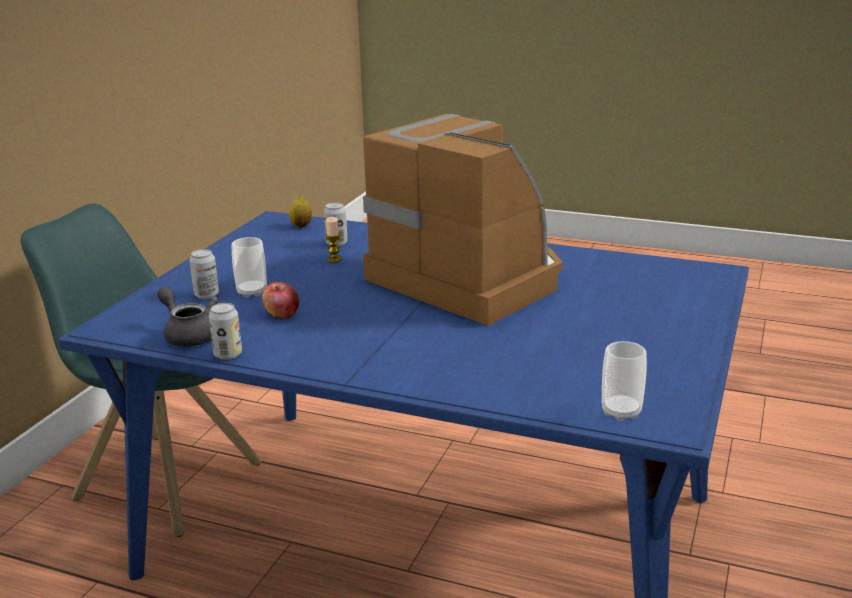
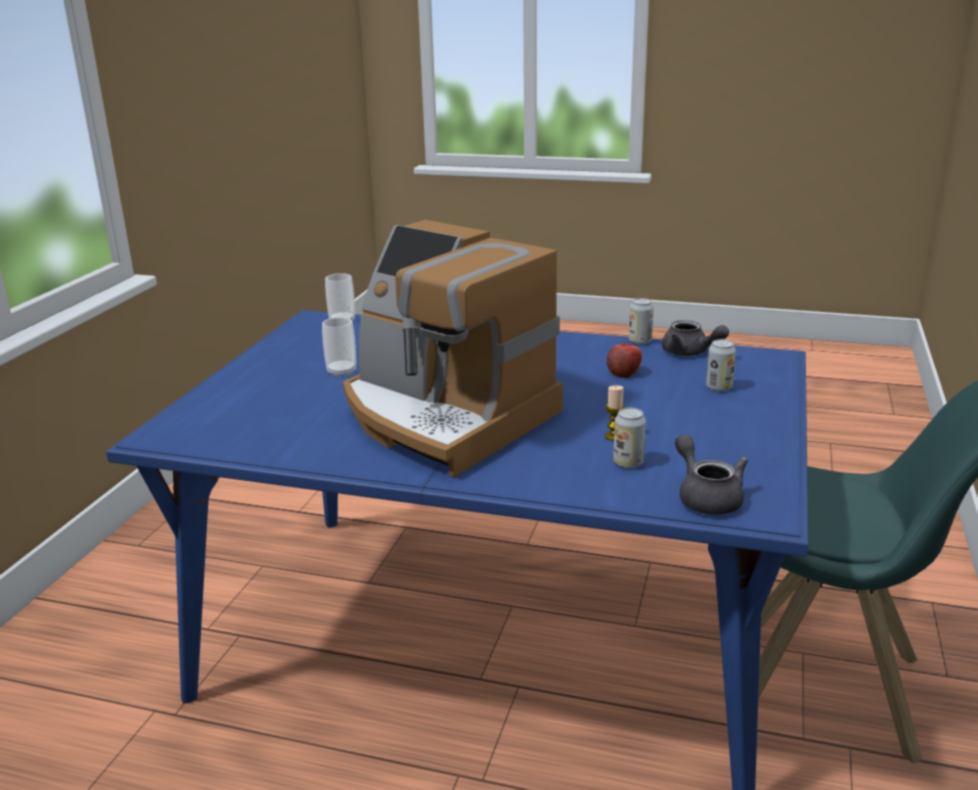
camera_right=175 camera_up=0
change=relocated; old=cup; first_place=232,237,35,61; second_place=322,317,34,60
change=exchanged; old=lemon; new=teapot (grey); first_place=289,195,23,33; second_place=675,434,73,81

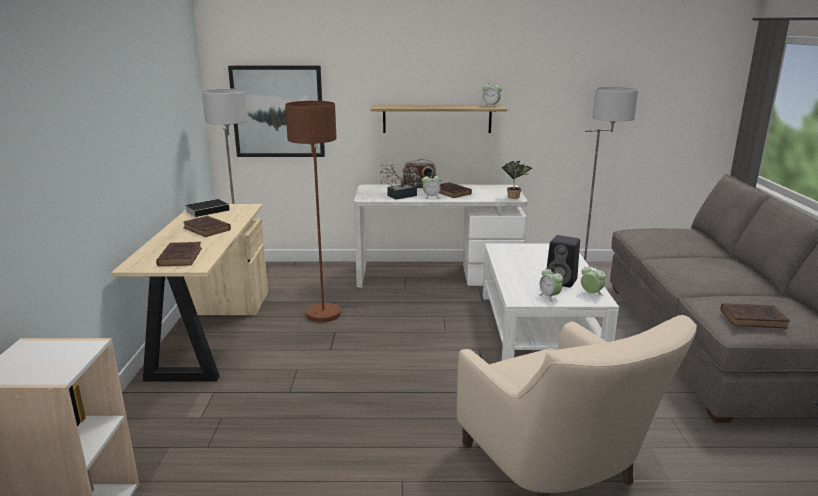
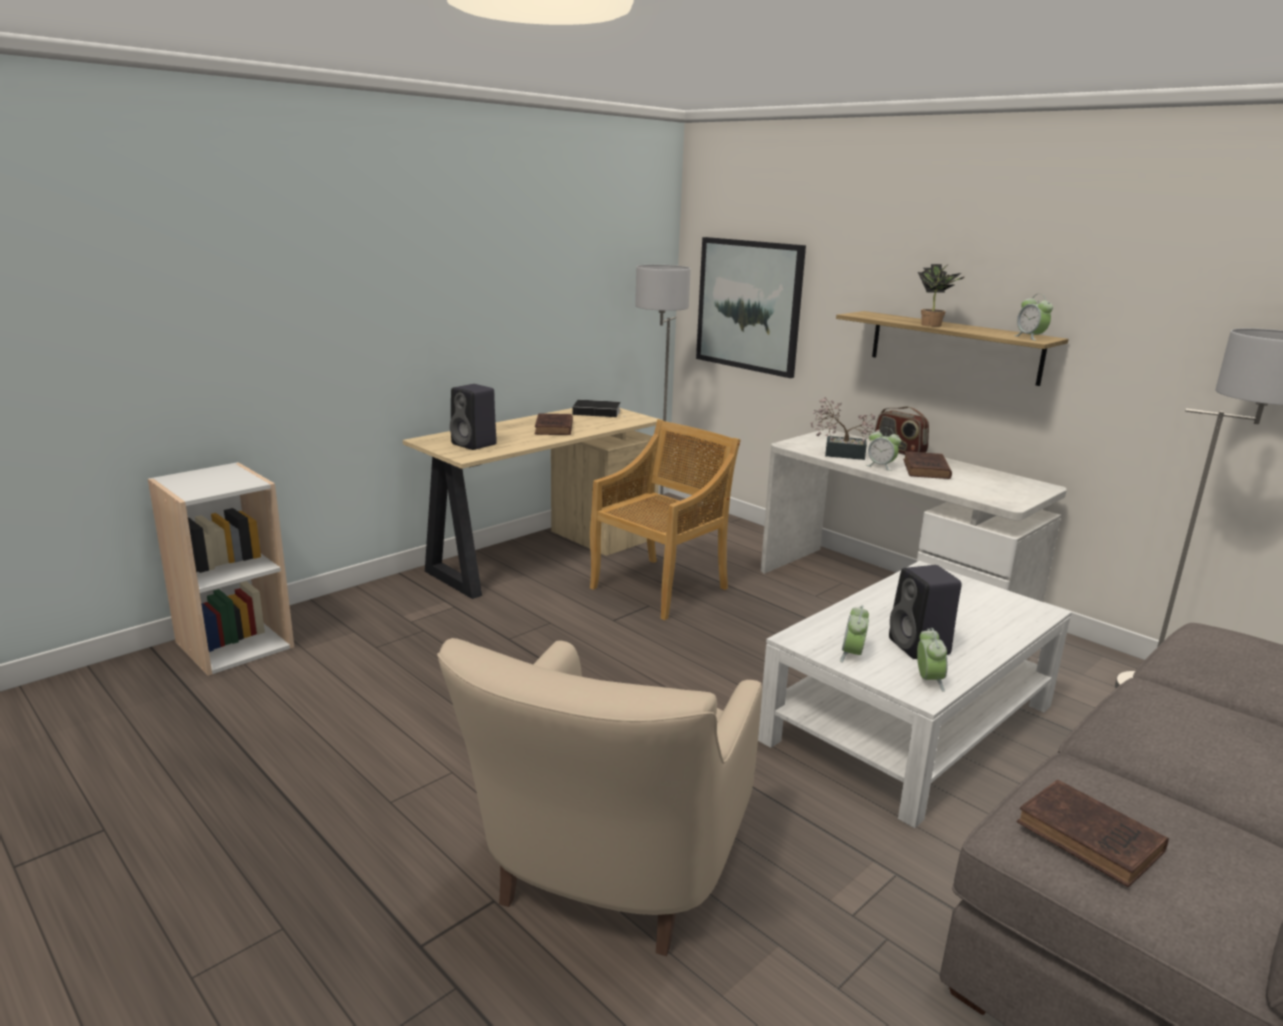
camera_right=45 camera_up=0
change=relocated; old=potted plant; first_place=501,161,31,38; second_place=918,264,46,63
change=exchanged; old=book (brown); new=speaker (black); first_place=156,242,46,25; second_place=450,384,47,66
change=exchanged; old=floor lamp (brown); new=chair (beige); first_place=285,101,56,221; second_place=590,419,151,201

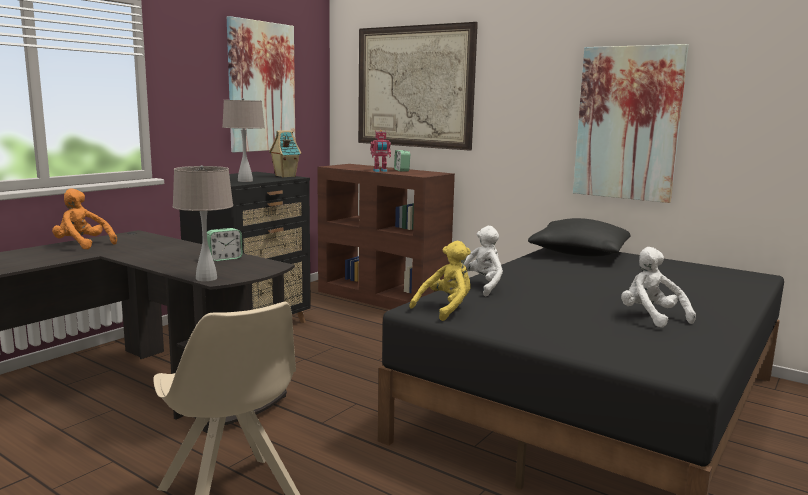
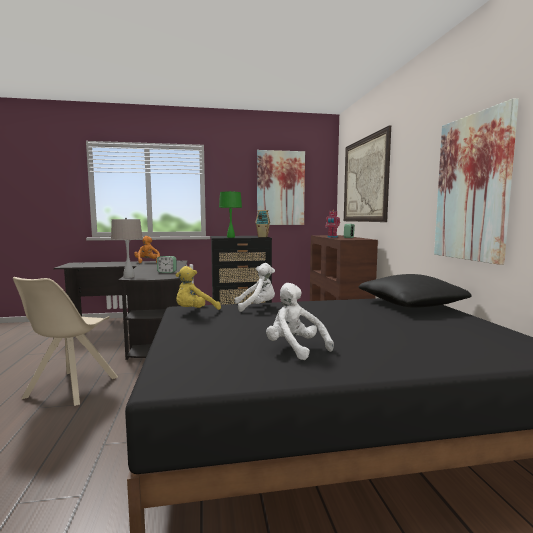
camera_right=45 camera_up=-5
change=colour; old=table lamp (beige); new=table lamp (green); first_place=222,98,43,84; second_place=219,191,23,47
change=spun; old=plush toy (yellow); first_place=409,241,62,80; second_place=175,266,46,44; degrees=135
change=spun; old=plush toy (white); first_place=621,247,75,81; second_place=266,283,68,77; degrees=-60

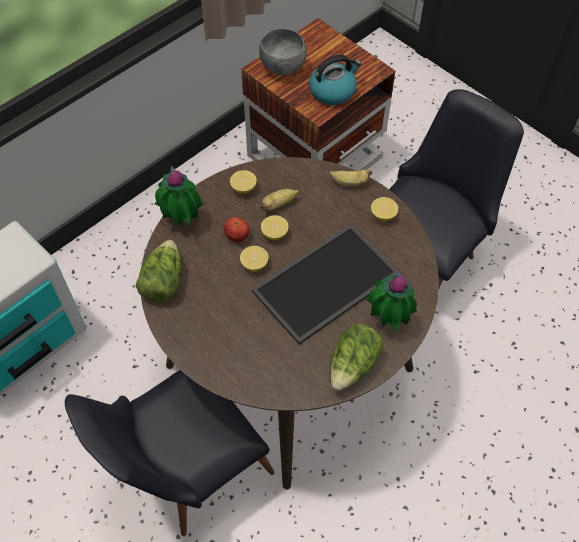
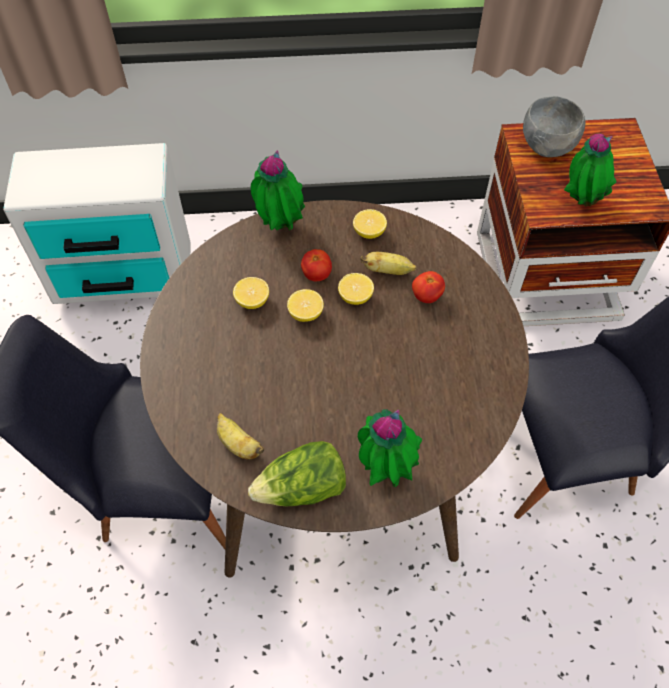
camera_right=40 camera_up=0
change=missing; old=lettuce; first_place=135,240,47,62
change=missing; old=tray; first_place=252,224,145,121
change=appeared; new=tomato; second_place=412,271,33,32
change=relocated; old=banana; first_place=329,170,43,17; second_place=217,413,47,46
change=relocated; old=lemon; first_place=371,197,27,25; second_place=233,277,36,32
change=exchanged; old=kettle; new=potted plant; first_place=309,54,52,51; second_place=564,133,52,73

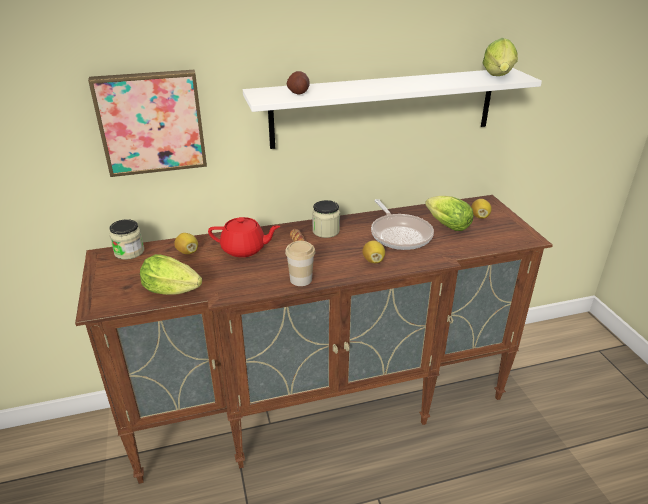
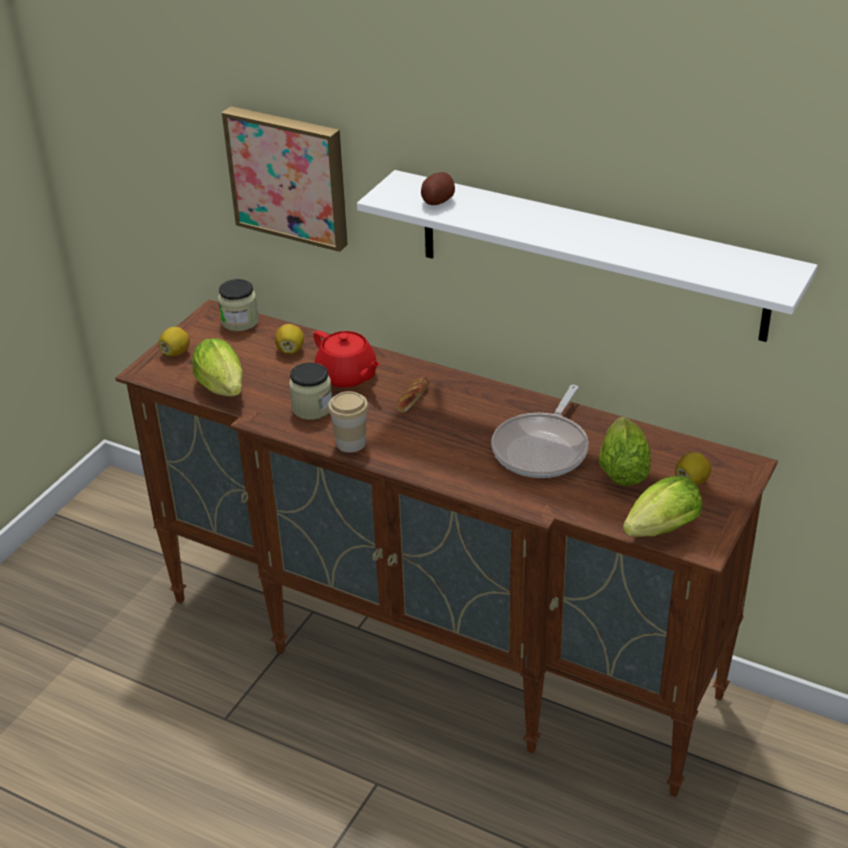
camera_right=45 camera_up=5
change=relocated; old=jar; first_place=312,200,28,38; second_place=289,363,43,57
change=relocated; old=lemon; first_place=362,241,23,22; second_place=159,327,31,30
change=relocated; old=lettuce; first_place=483,38,35,38; second_place=623,476,79,61

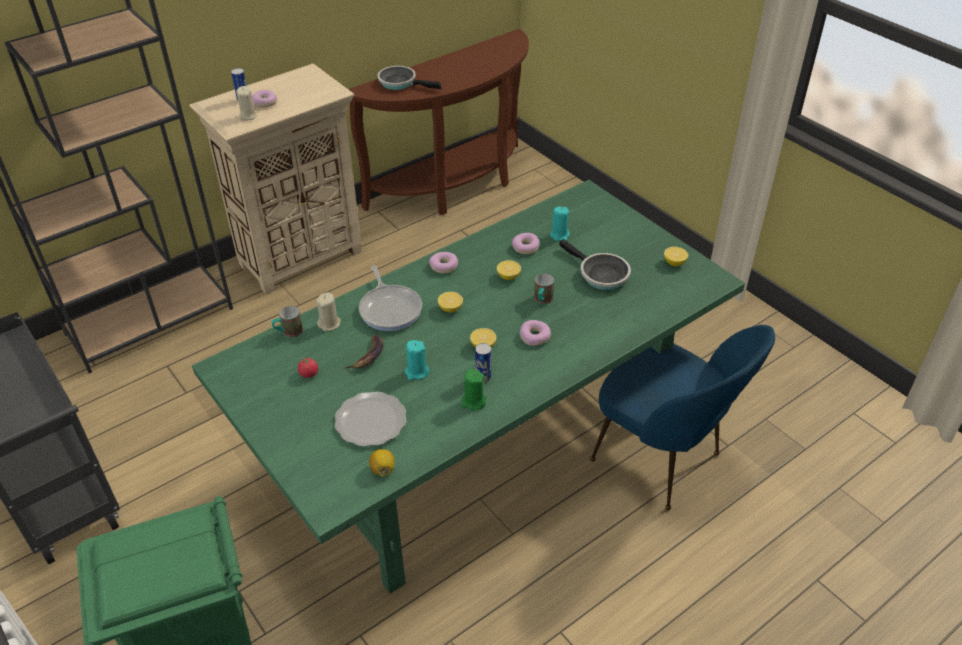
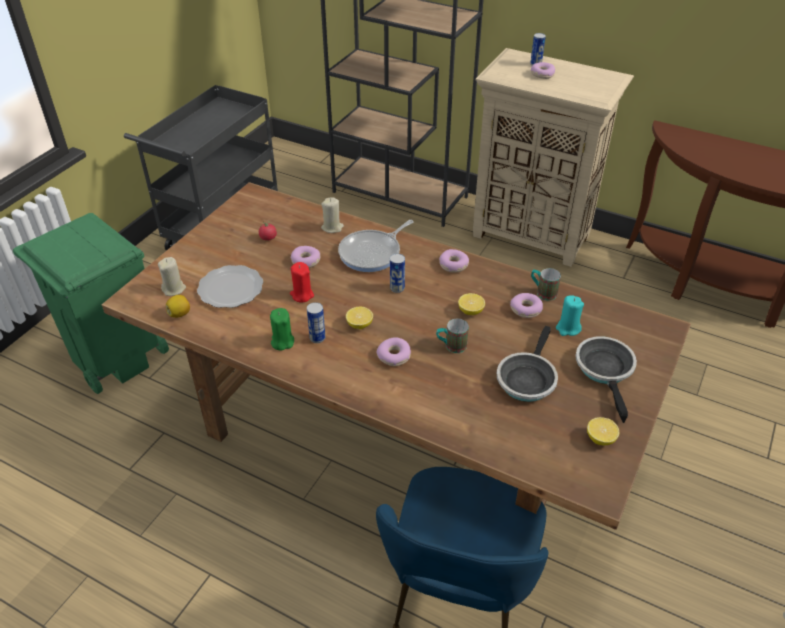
camera_right=65 camera_up=0
change=relocated; old=candle (beige); first_place=236,86,22,35; second_place=158,257,28,39
change=relocated; old=mug; first_place=271,306,32,32; second_place=531,268,30,33
change=relocated; old=frying pan; first_place=378,66,63,24; second_place=576,336,61,87
change=exchanged; old=banana; new=donut; first_place=344,335,39,34; second_place=291,246,29,22
change=exchanged; old=lemon; new=can; first_place=438,292,25,20; second_place=390,254,15,39
change=colour; old=dining table (green); new=dining table (brown); first_place=192,180,553,414; second_place=102,182,589,348
change=colour; old=candle (turquoise); new=candle (red); first_place=405,340,25,40; second_place=290,262,24,41

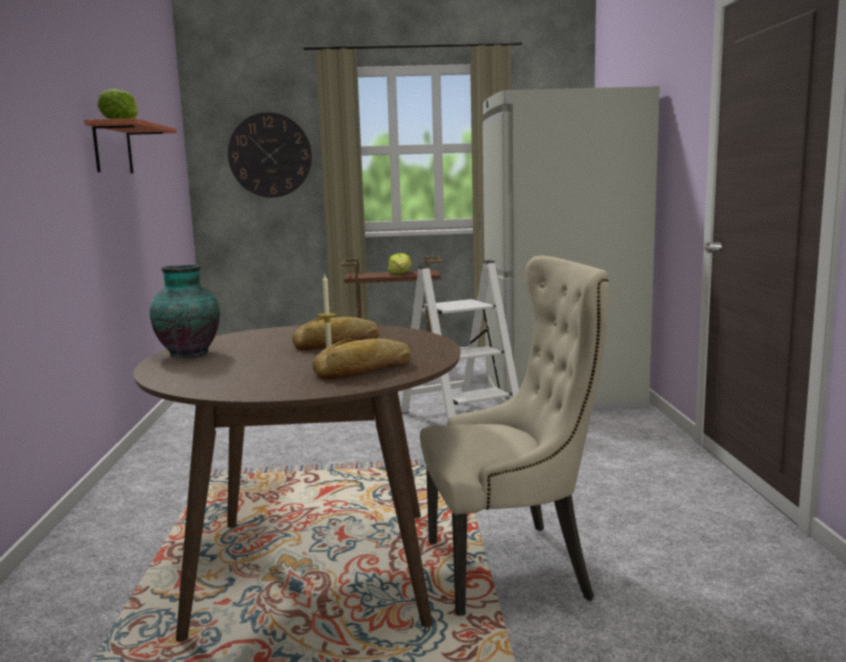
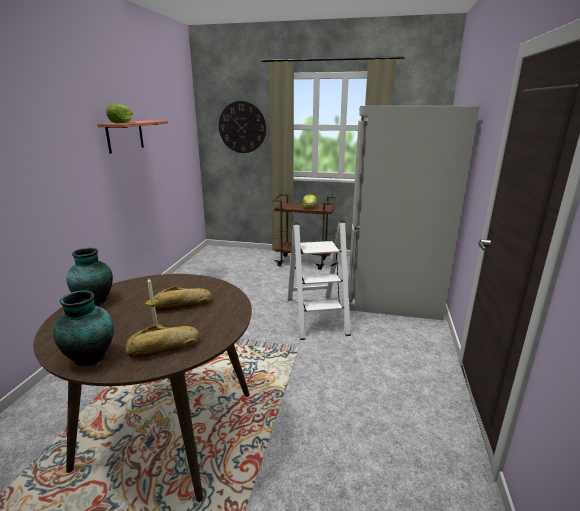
camera_right=15 camera_up=10
change=missing; old=chair (beige); first_place=420,256,189,360
change=appeared; new=vase; second_place=53,290,61,76

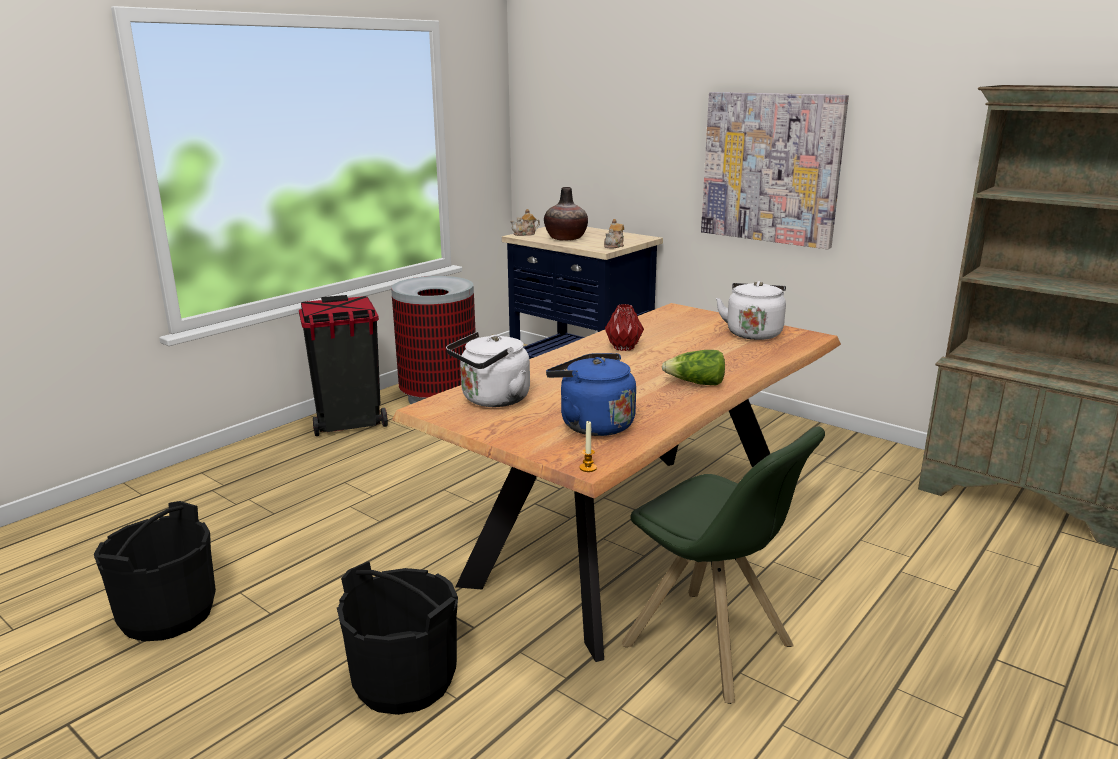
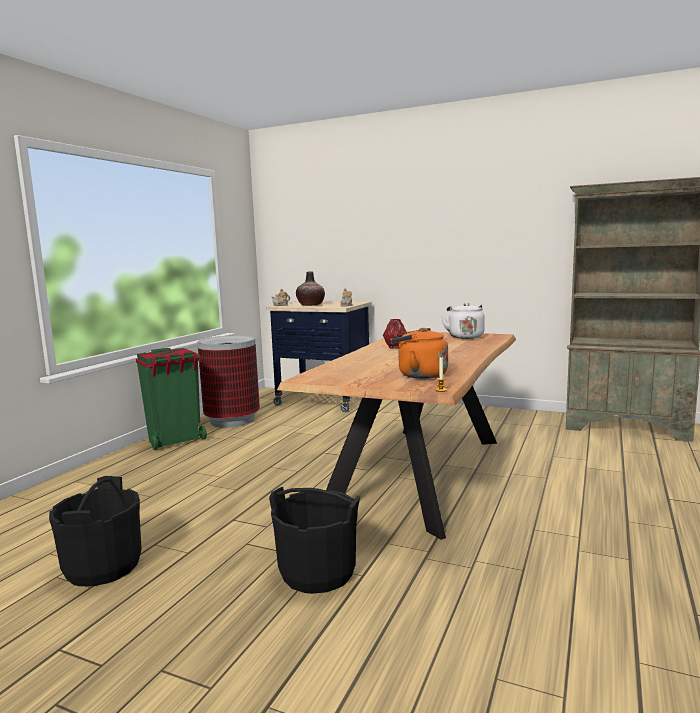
camera_right=-15 camera_up=-10
change=missing; old=kettle (white); first_place=446,332,84,75
change=missing; old=chair (green); first_place=622,426,203,278
change=missing; old=lettuce; first_place=662,350,63,35
change=missing; old=picture; first_place=701,92,148,157
change=colour; old=trash can (black); new=trash can (green); first_place=299,295,89,141; second_place=136,348,71,102
change=colour; old=kettle (blue); new=kettle (orange); first_place=546,353,90,83; second_place=390,328,58,51

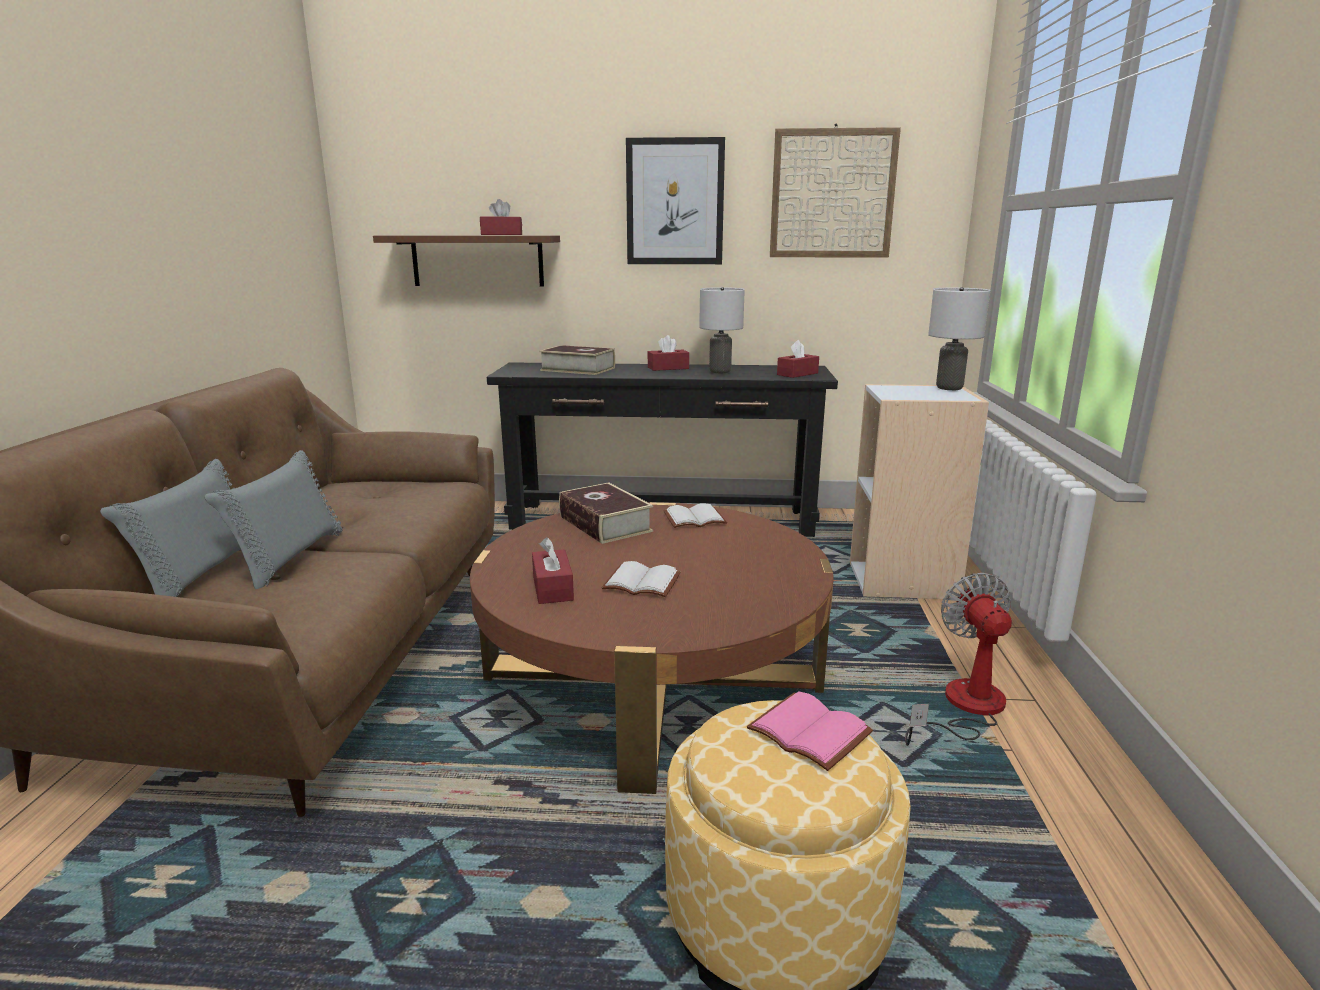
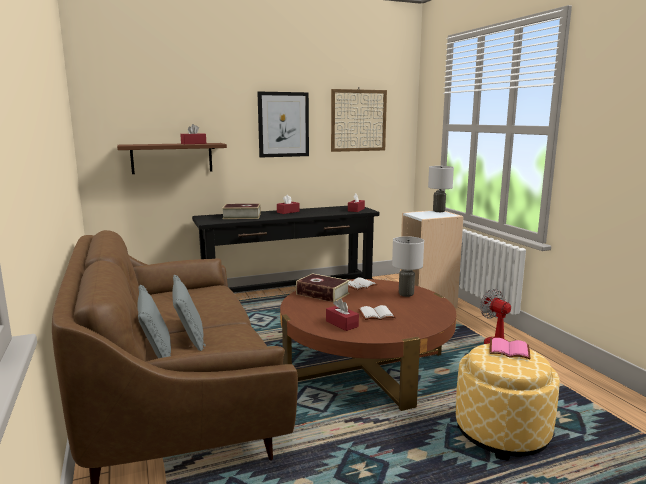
camera_right=-25 camera_up=-5
change=relocated; old=table lamp (white); first_place=699,287,46,87; second_place=392,236,32,61

